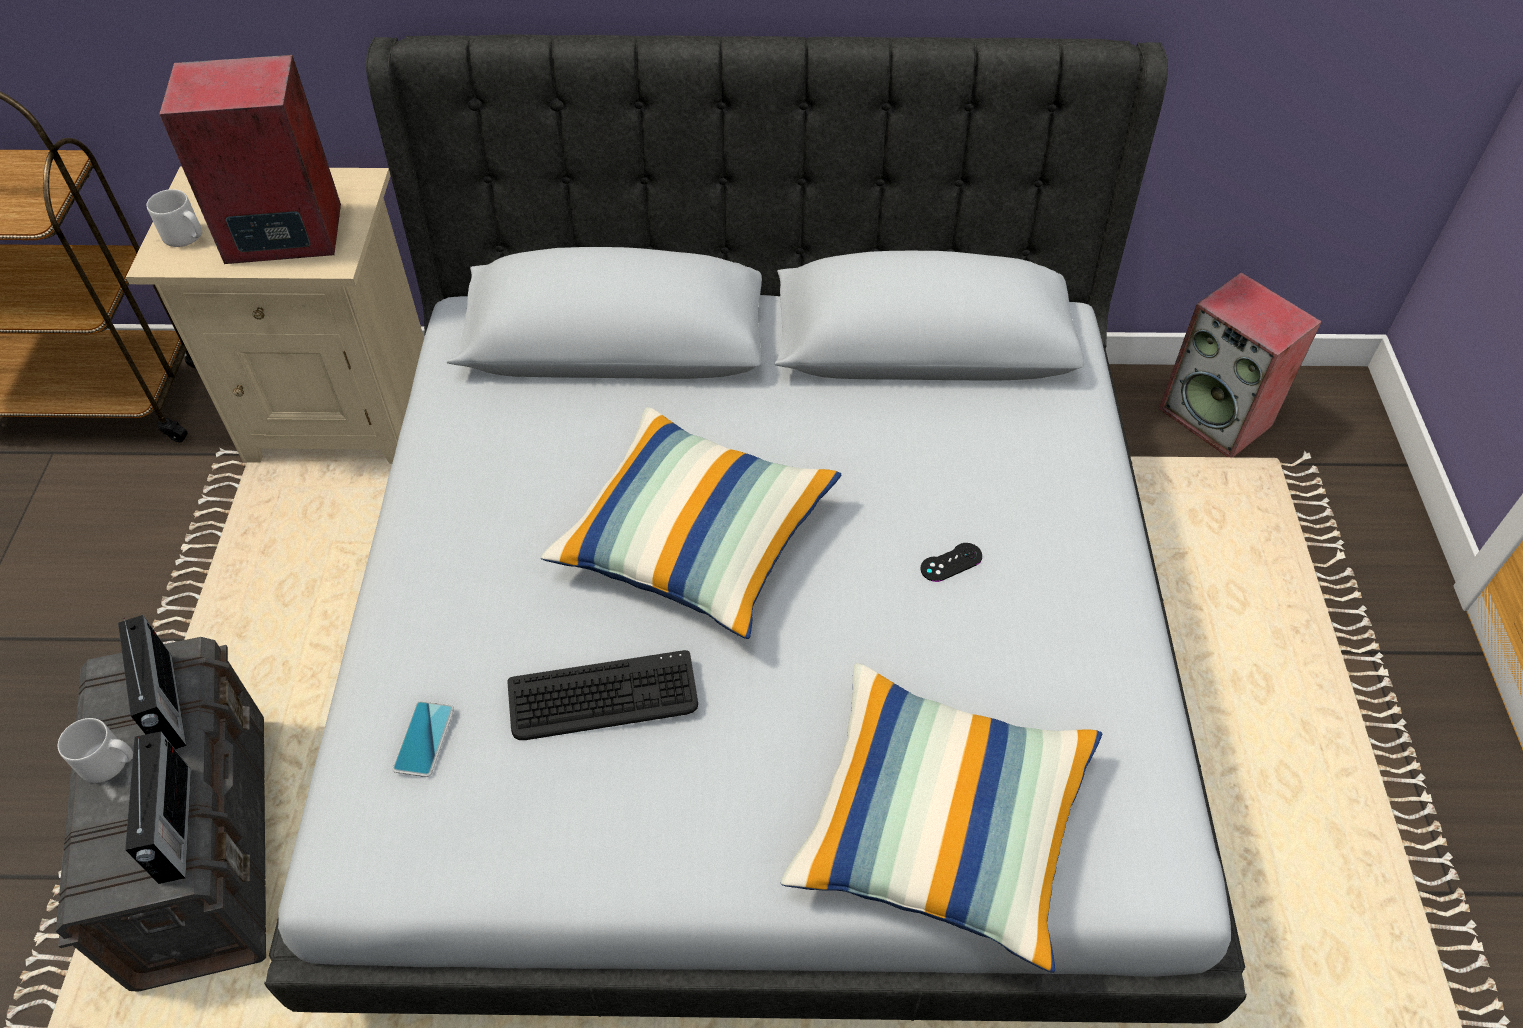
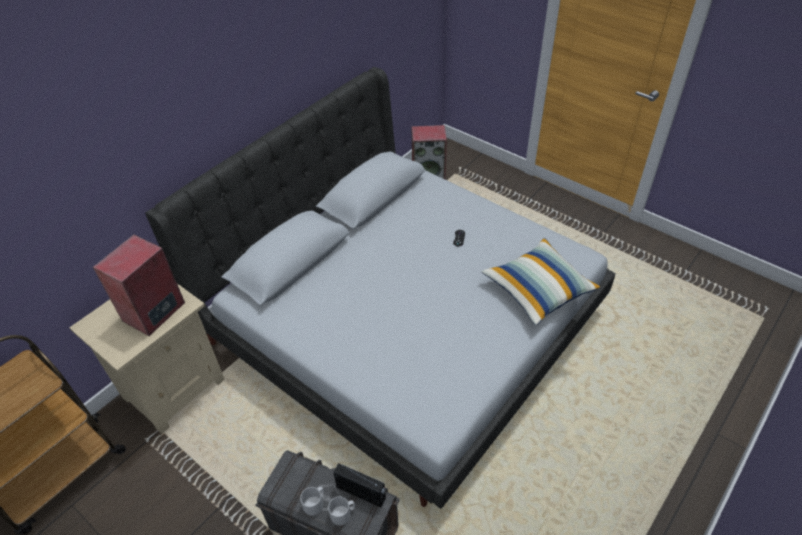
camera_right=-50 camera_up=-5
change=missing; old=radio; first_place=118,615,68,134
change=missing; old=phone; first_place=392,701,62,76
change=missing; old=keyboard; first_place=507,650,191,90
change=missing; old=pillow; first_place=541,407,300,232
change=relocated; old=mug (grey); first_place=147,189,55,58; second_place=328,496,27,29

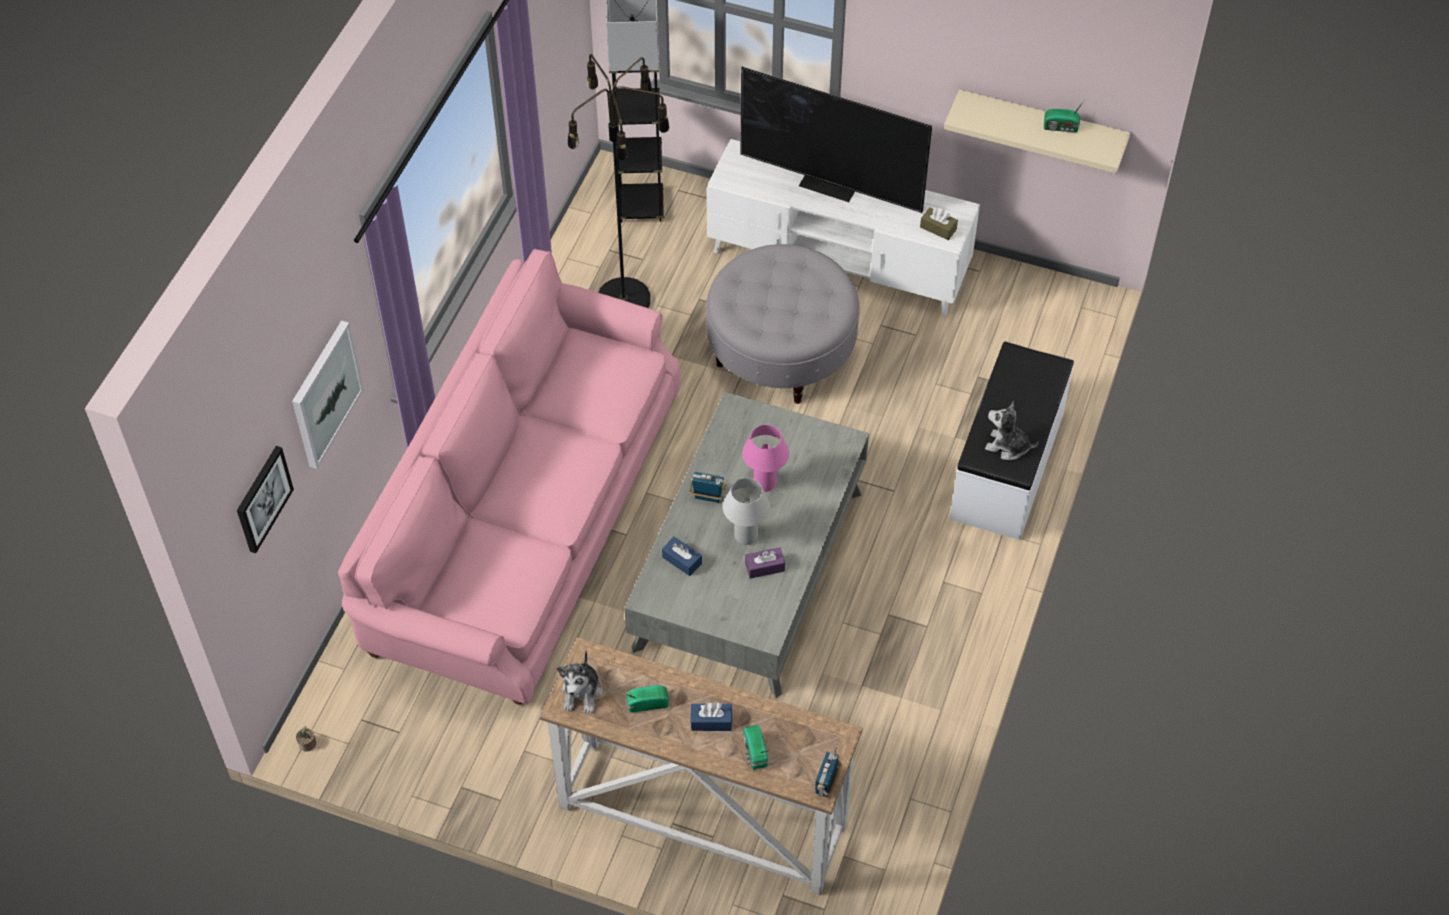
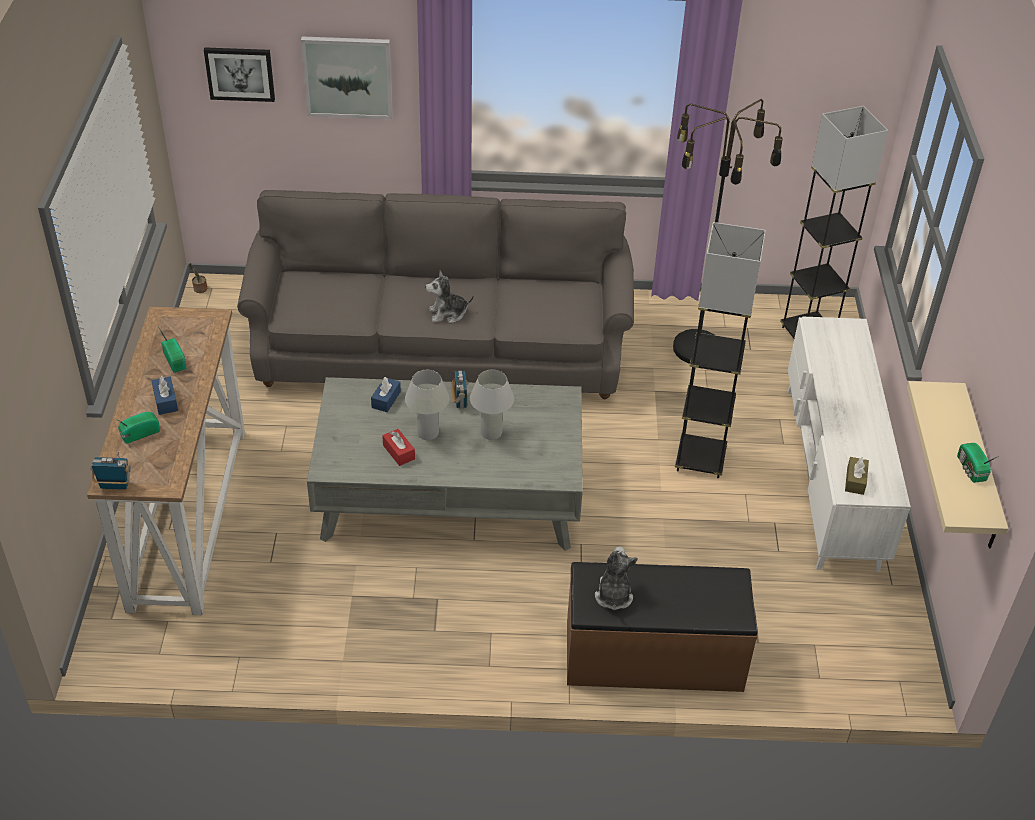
camera_right=70 camera_up=-10
change=missing; old=television; first_place=740,67,192,146
change=relocated; old=plush toy; first_place=557,651,46,63; second_place=425,270,49,53
change=exchanged; old=ottoman (grey); new=floor lamp (grey); first_place=706,244,153,160; second_place=675,222,91,256
change=colour; old=sofa (pink); new=sofa (grey); first_place=338,249,342,456; second_place=237,190,397,209
change=colour; old=table lamp (pink); new=table lamp (white); first_place=742,425,47,67; second_place=470,370,44,70
change=colour; old=tissue box (purple); new=tissue box (red); first_place=745,547,40,32; second_place=382,429,33,37
change=colour; old=bench (white); new=bench (brown); first_place=950,342,124,198; second_place=567,562,191,130

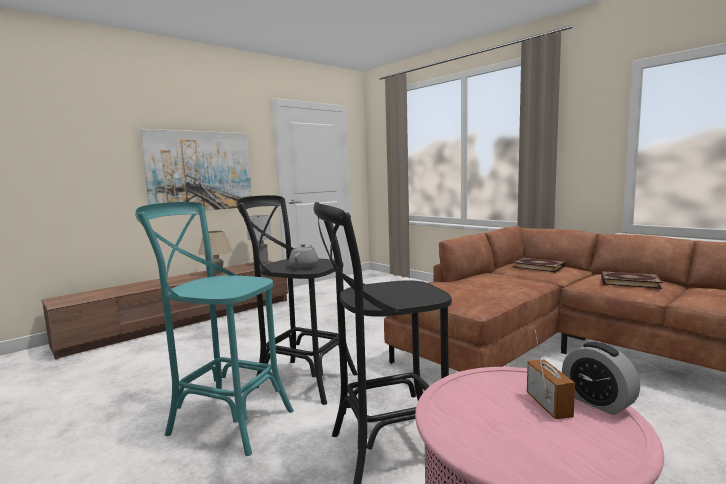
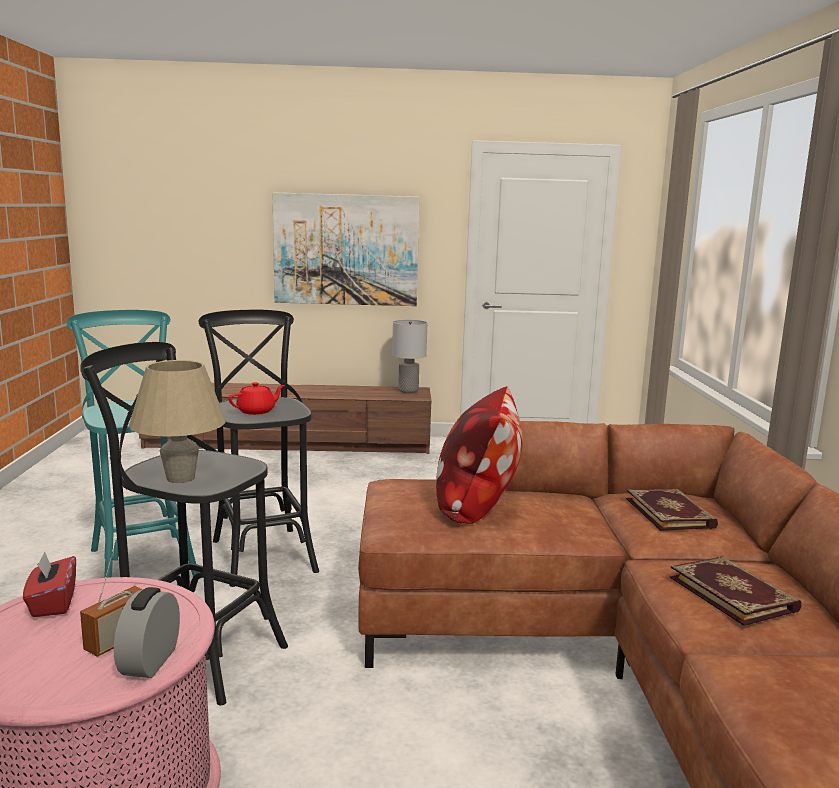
camera_right=40 camera_up=5
change=appeared; new=tissue box (red); second_place=23,551,53,66
change=appeared; new=pillow; second_place=436,386,87,138
change=relocated; old=table lamp (beige); first_place=198,230,35,44; second_place=129,360,97,123
change=colour; old=teapot (grey); new=teapot (red); first_place=289,244,30,24; second_place=228,382,57,33

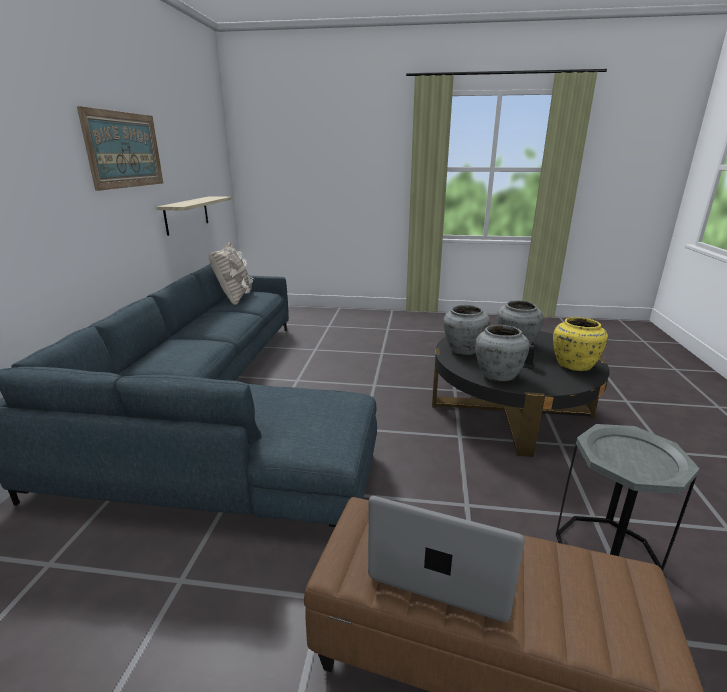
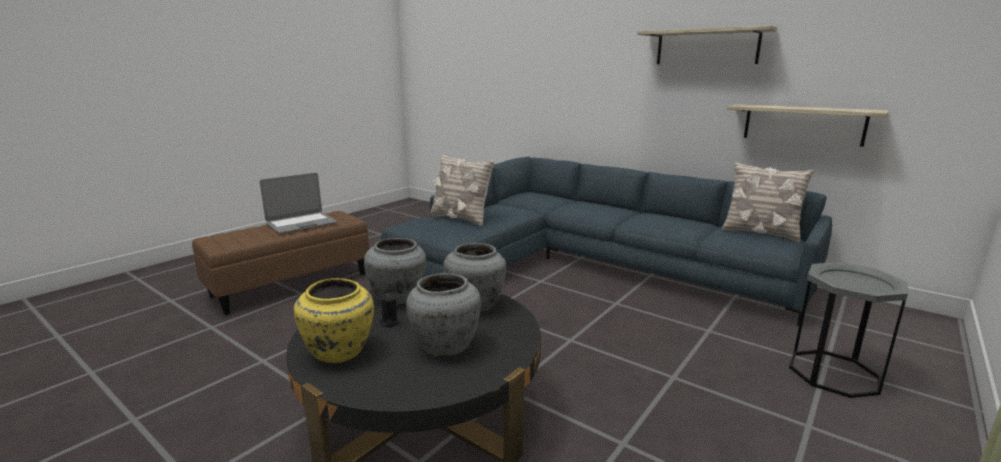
camera_right=120 camera_up=-5
change=appeared; new=pillow (beige); second_place=430,154,64,72
change=relocated; old=side table (grey); first_place=556,424,144,147; second_place=789,262,119,136
change=exchanged; old=picture; new=shelf; first_place=77,106,86,85; second_place=637,25,140,39

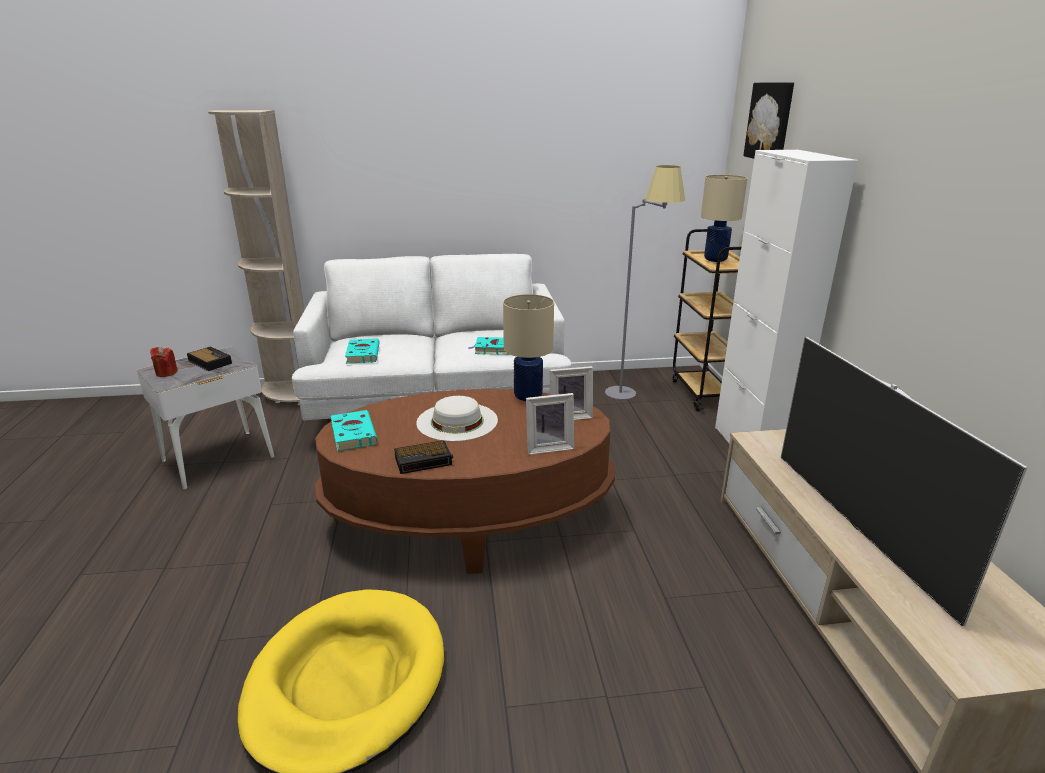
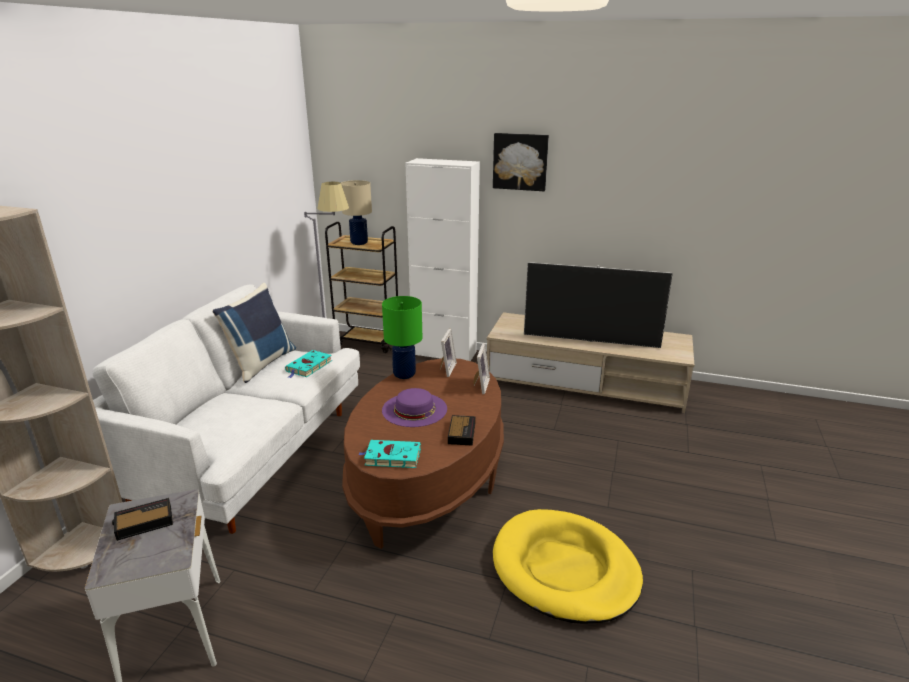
camera_right=-65 camera_up=0
change=missing; old=candle (red); first_place=150,347,28,30
change=missing; old=book (turquoise); first_place=345,338,35,26
change=appeared; new=pillow (blue); second_place=212,283,84,100
change=relocated; old=picture; first_place=743,82,51,77; second_place=493,133,56,58
change=colour; old=hat (white); new=hat (purple); first_place=416,396,82,45; second_place=382,388,65,39
change=colour; old=table lamp (beige); new=table lamp (green); first_place=503,294,51,107; second_place=382,296,40,83

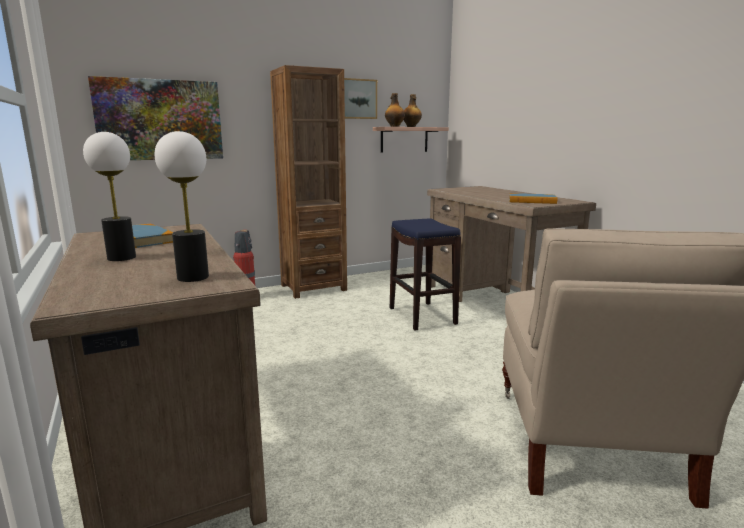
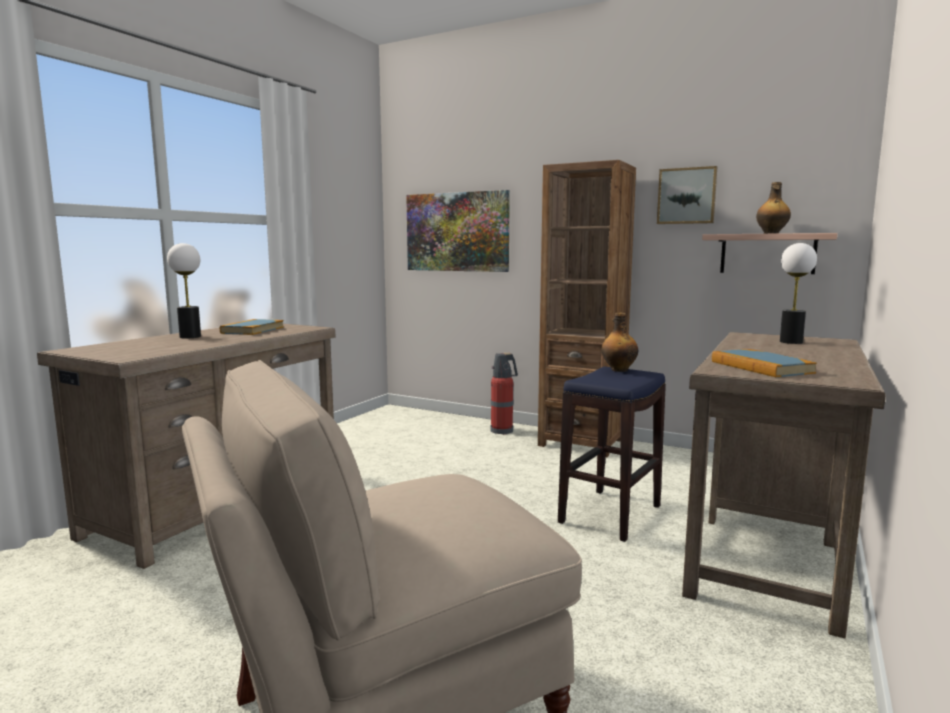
camera_right=55 camera_up=-5
change=relocated; old=table lamp; first_place=155,131,54,151; second_place=780,243,37,101
change=relocated; old=bottle; first_place=385,93,20,34; second_place=601,313,37,59

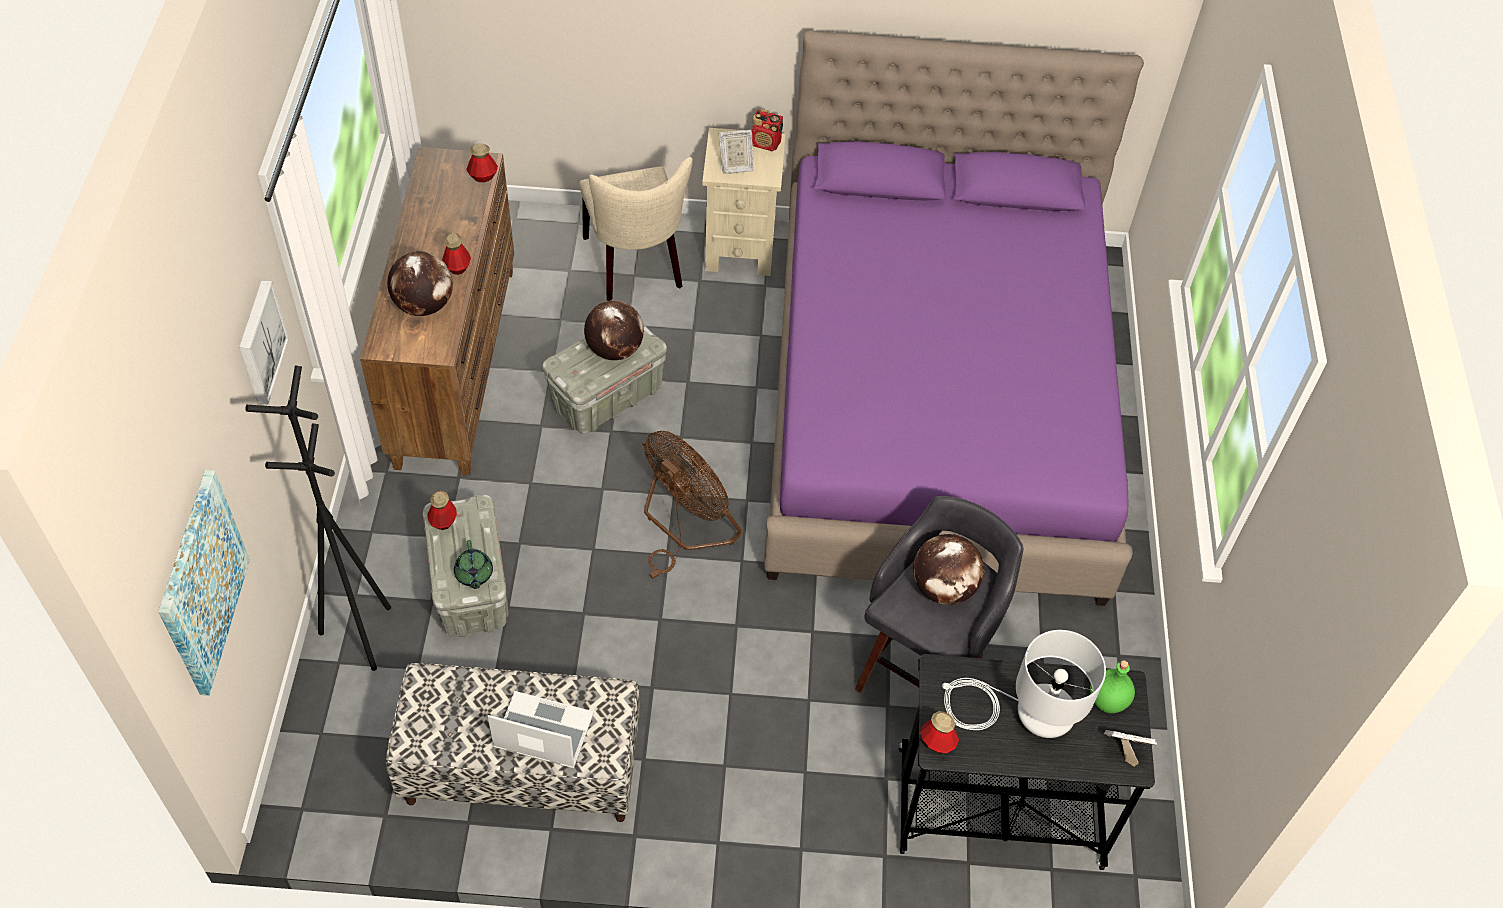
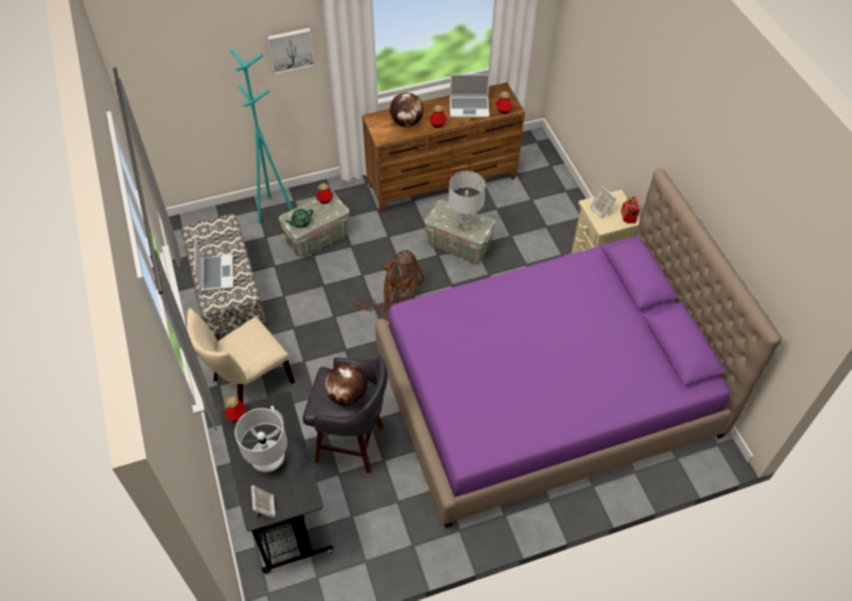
camera_right=70 camera_up=0
change=missing; old=picture; first_place=158,470,92,226
change=missing; old=bottle (green); first_place=1090,660,45,53
change=appeared; new=laptop; second_place=450,74,40,44
change=relocated; old=chair (beige); first_place=579,157,114,144; second_place=187,308,108,95
change=exchanged; old=globe; new=table lamp (white); first_place=584,300,60,60; second_place=448,171,38,59
change=colour; old=clothes rack (black); new=clothes rack (turquoise); first_place=245,366,146,305; second_place=230,48,63,175

